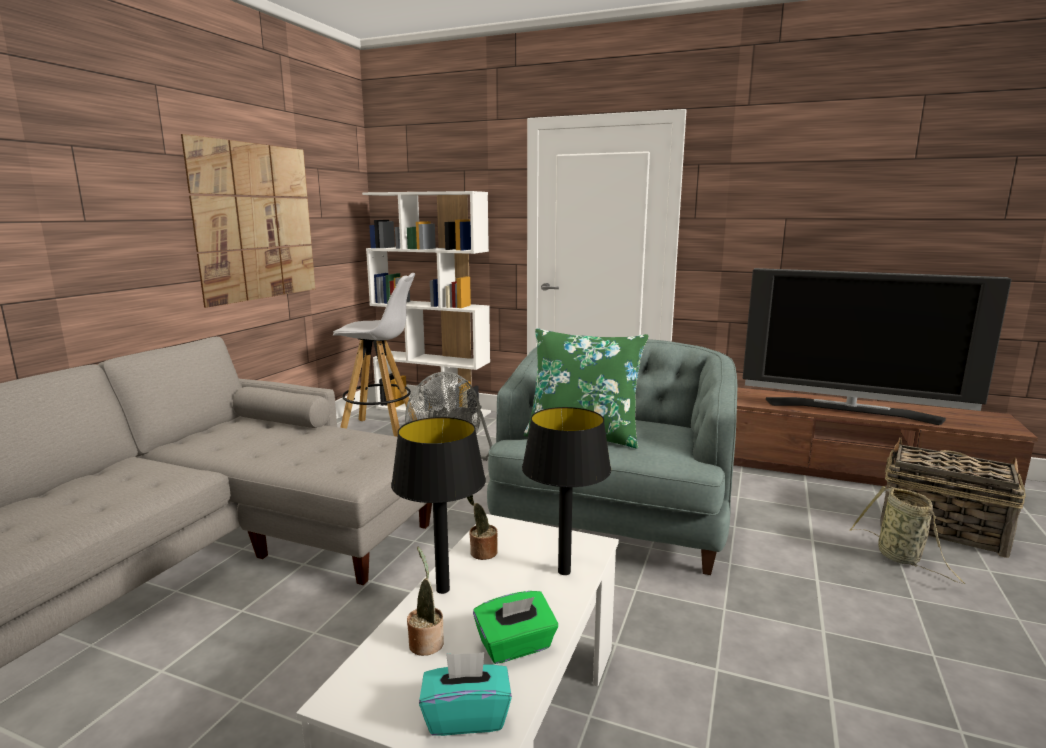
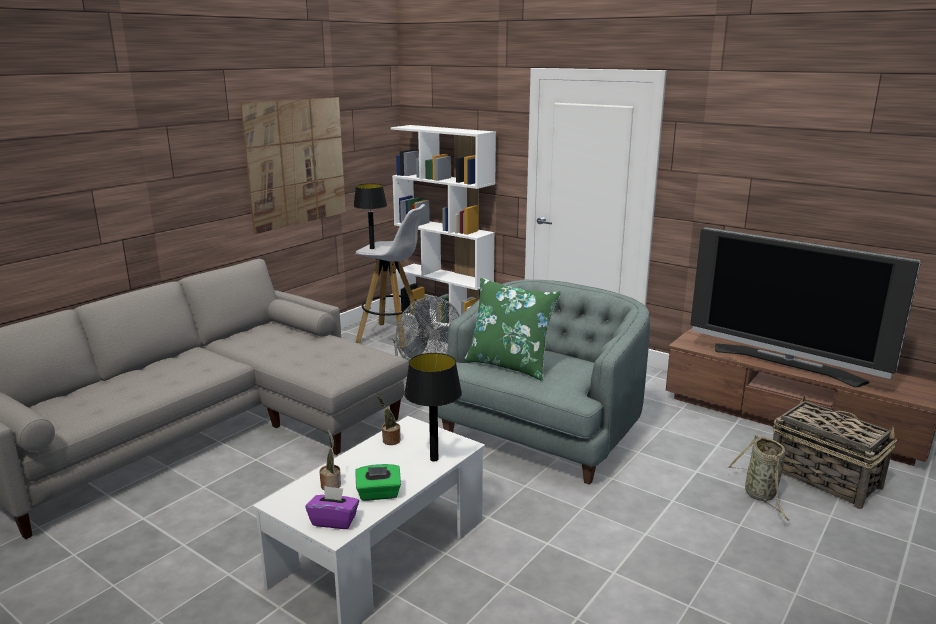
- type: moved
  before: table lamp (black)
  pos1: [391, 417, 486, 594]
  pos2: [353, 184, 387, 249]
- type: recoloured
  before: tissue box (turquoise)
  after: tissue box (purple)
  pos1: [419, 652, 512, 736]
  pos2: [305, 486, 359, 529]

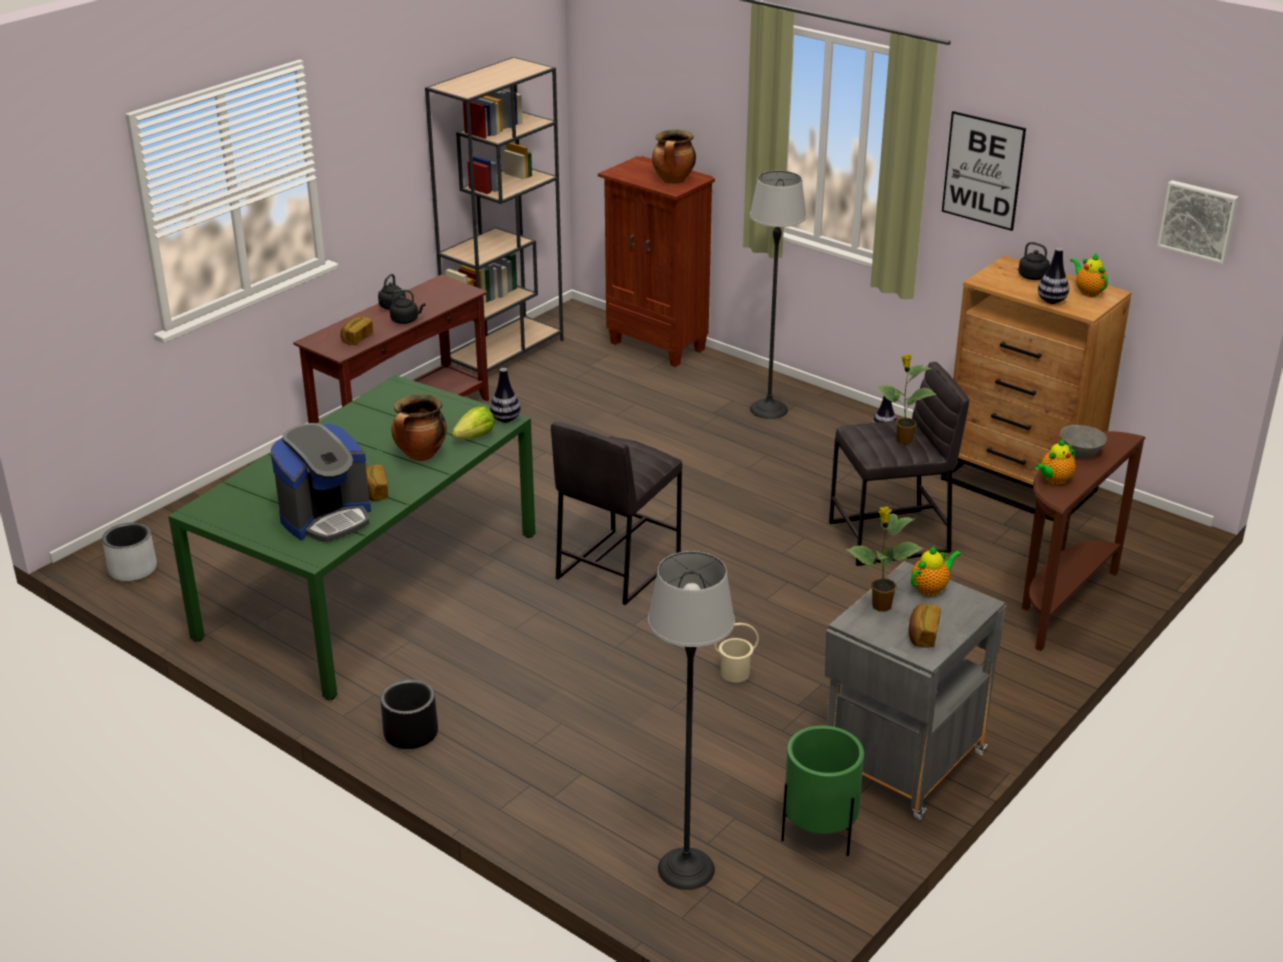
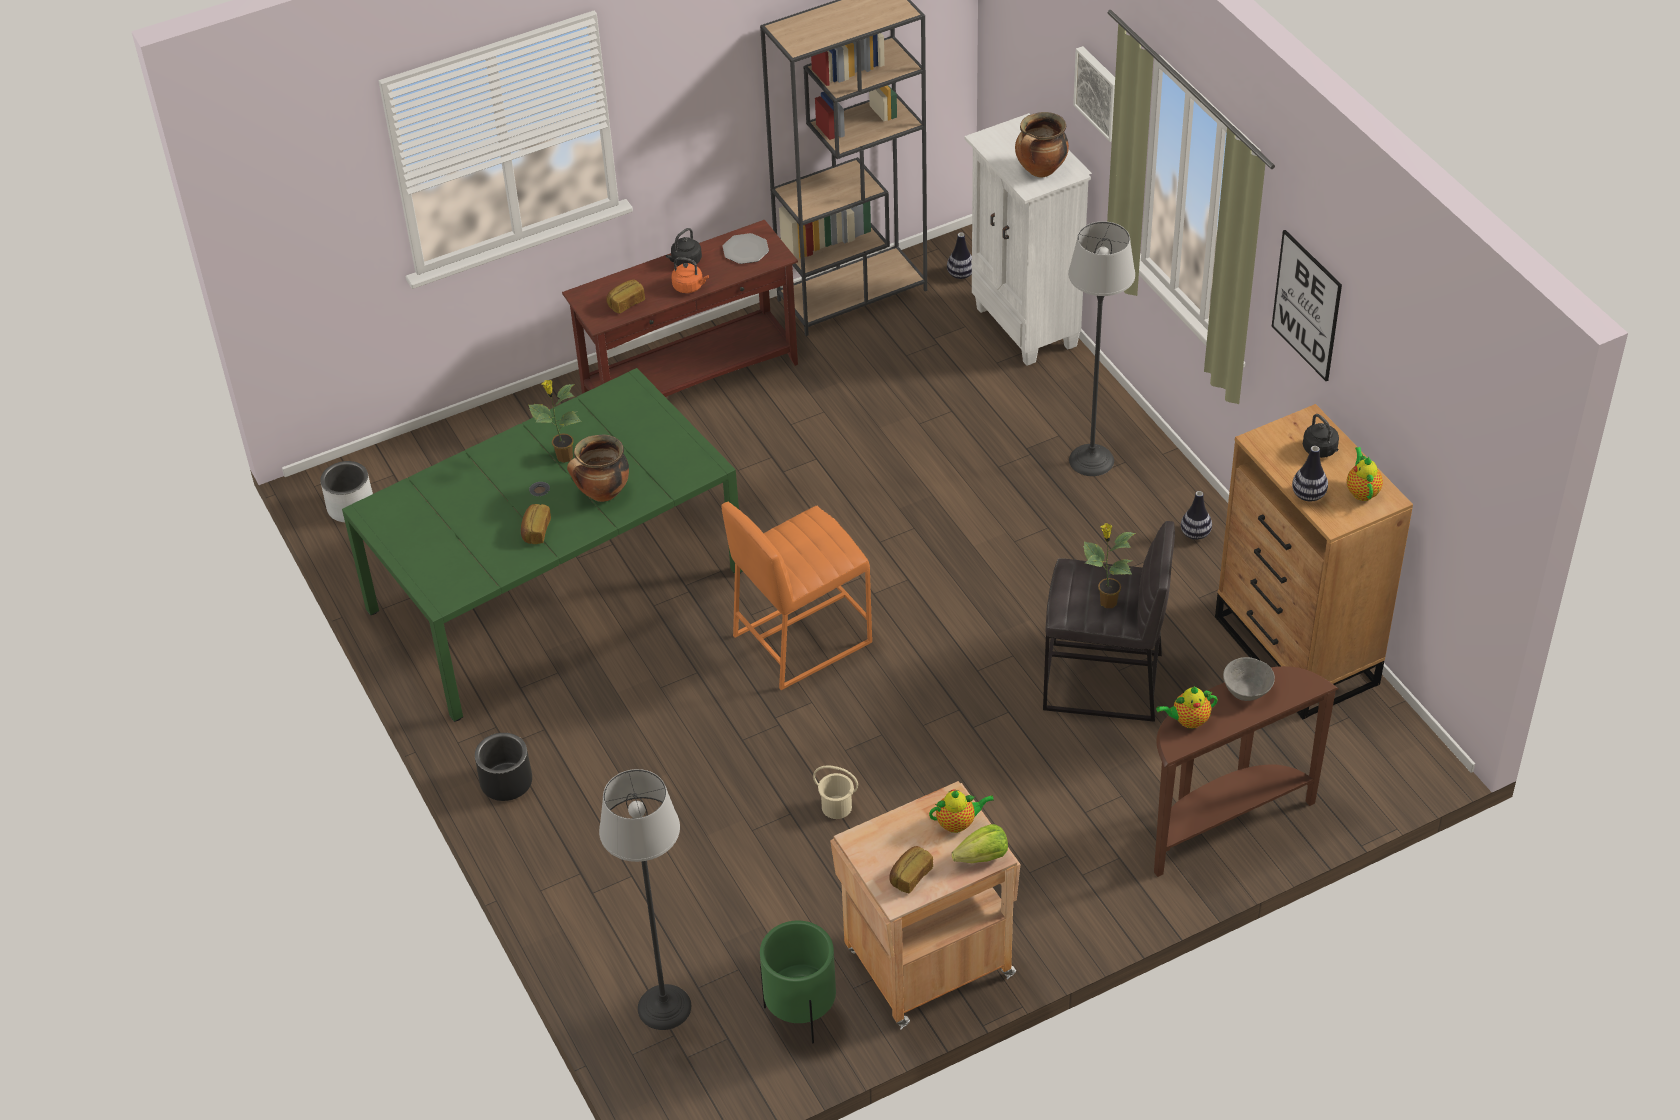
- type: recoloured
  before: cabinet (brown)
  after: cabinet (white)
  pos1: [598, 156, 715, 367]
  pos2: [965, 113, 1092, 366]
- type: moved
  before: picture
  pos1: [1157, 180, 1239, 264]
  pos2: [1073, 46, 1115, 142]
- type: recoloured
  before: kettle (black)
  after: kettle (orange)
  pos1: [390, 290, 425, 324]
  pos2: [671, 257, 709, 293]
- type: moved
  before: vase
  pos1: [490, 368, 521, 423]
  pos2: [947, 233, 972, 279]
- type: moved
  before: lettuce
  pos1: [452, 406, 495, 439]
  pos2: [952, 824, 1008, 863]
- type: recoloured
  before: stool (grey)
  after: stool (orange)
  pos1: [551, 421, 682, 605]
  pos2: [721, 502, 872, 690]
- type: removed
  before: coffee machine
  pos1: [271, 423, 371, 542]
- type: moved
  before: potted plant
  pos1: [846, 506, 923, 612]
  pos2: [528, 380, 582, 463]
- type: recoloured
  before: cart (grey)
  after: cart (brown)
  pos1: [825, 561, 1006, 820]
  pos2: [830, 781, 1020, 1029]
- type: added
  after: plate
  pos2: [723, 233, 769, 264]

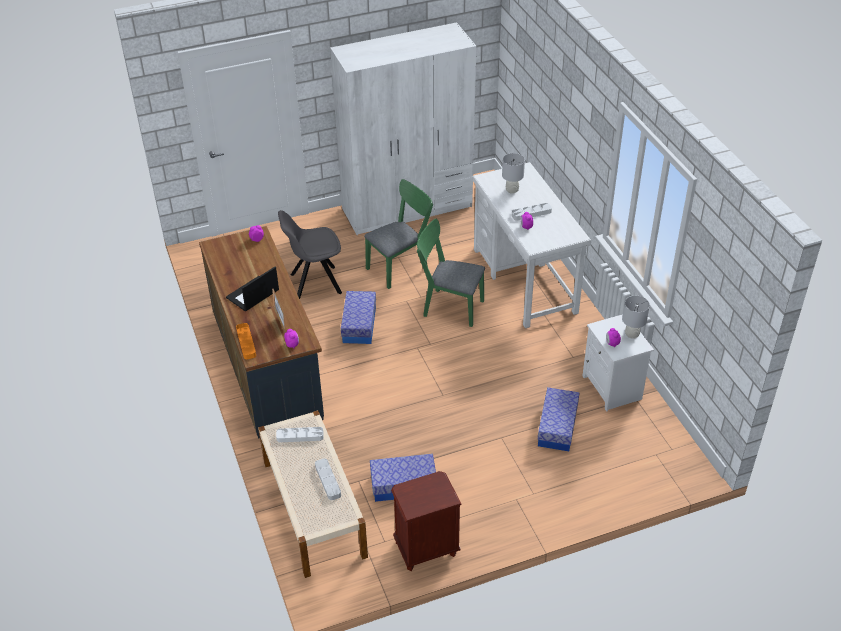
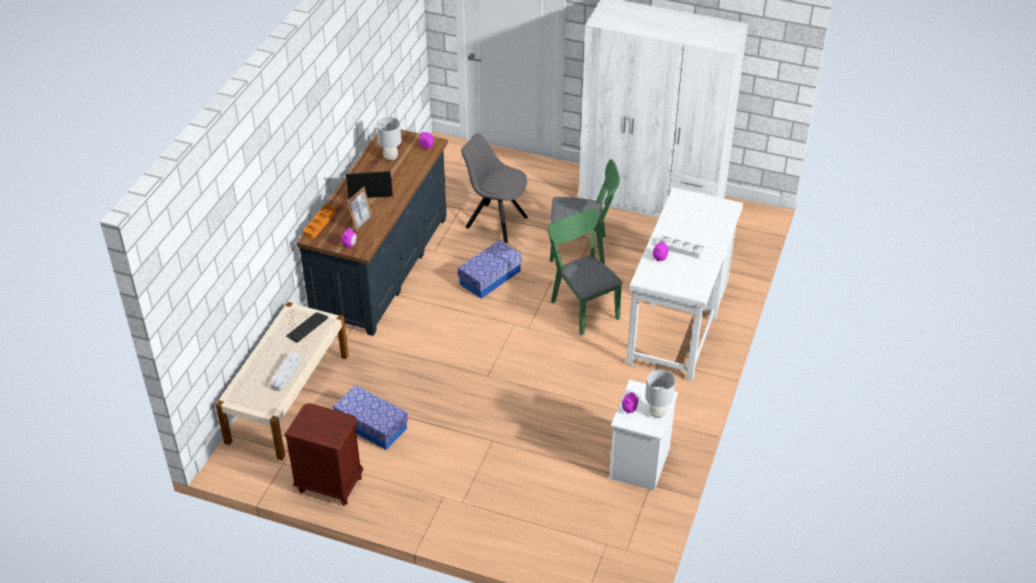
- type: moved
  before: table lamp (grey)
  pos1: [502, 153, 525, 194]
  pos2: [376, 117, 401, 161]
- type: removed
  before: storage box
  pos1: [537, 387, 579, 451]
- type: replaced
  before: tray (white)
  after: keyboard
  pos1: [276, 427, 324, 442]
  pos2: [286, 312, 328, 343]

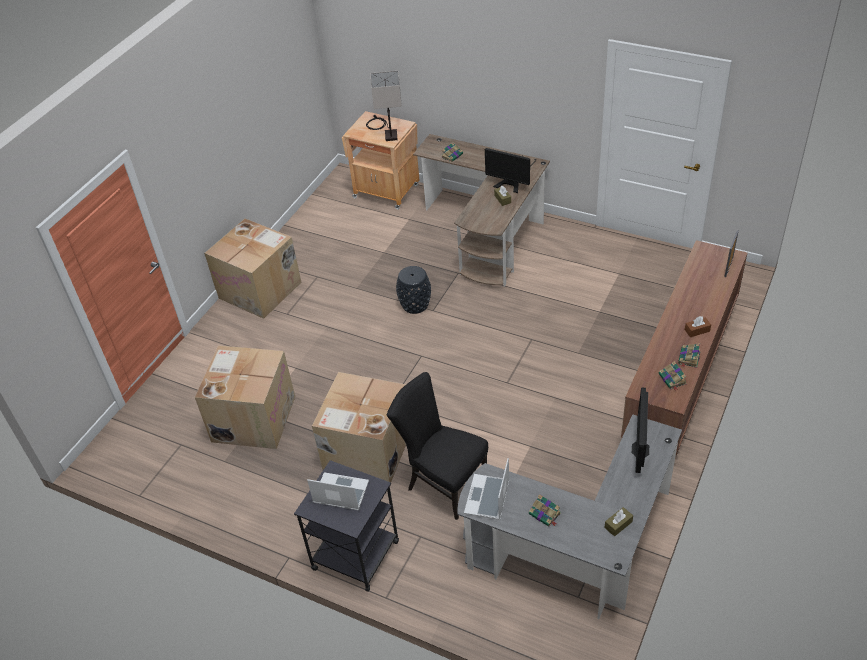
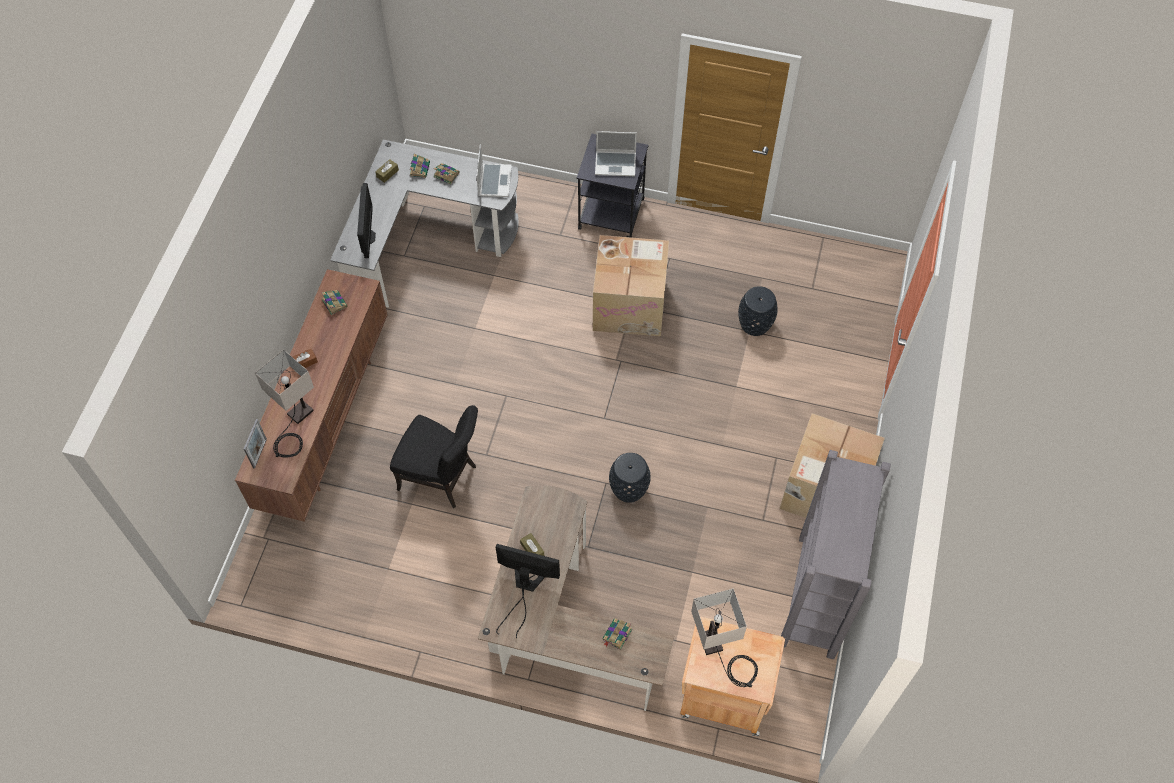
- type: moved
  before: book
  pos1: [678, 343, 700, 368]
  pos2: [410, 154, 430, 178]
- type: replaced
  before: cardboard box
  after: stool (black)
  pos1: [195, 345, 295, 449]
  pos2: [738, 286, 778, 336]
- type: moved
  before: chair (black)
  pos1: [387, 372, 488, 520]
  pos2: [390, 405, 478, 508]
- type: added
  after: table lamp
  pos2: [255, 349, 314, 458]
- type: added
  after: bookcase (grey)
  pos2: [781, 450, 891, 659]

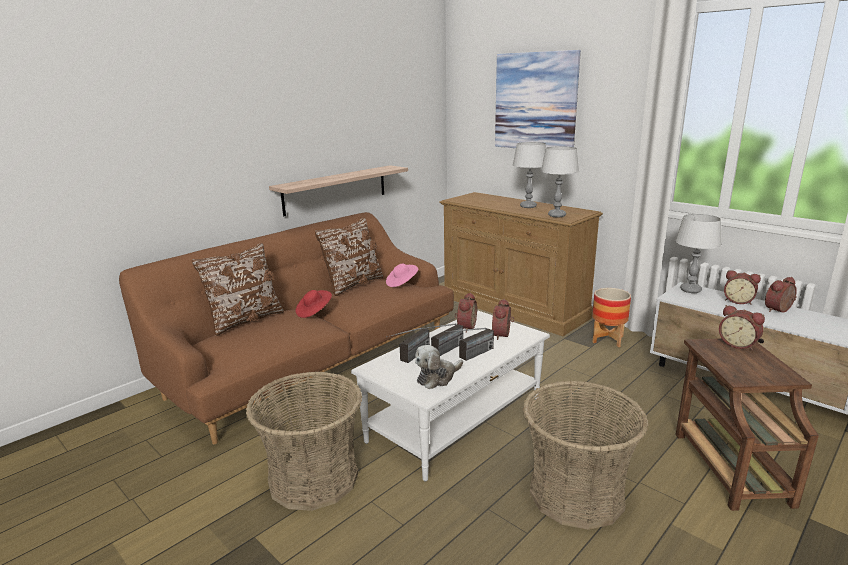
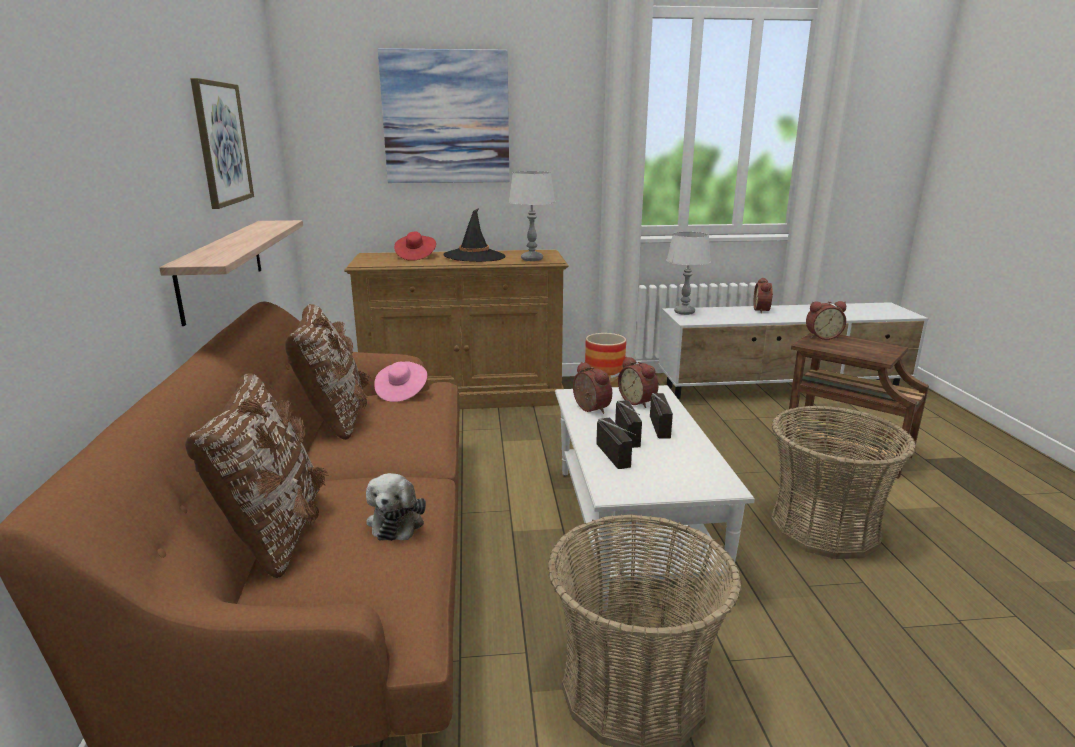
- type: replaced
  before: table lamp (grey)
  after: hat (black)
  pos1: [513, 142, 546, 208]
  pos2: [443, 208, 505, 262]
- type: removed
  before: alarm clock
  pos1: [724, 270, 761, 305]
- type: moved
  before: hat (red)
  pos1: [296, 290, 332, 318]
  pos2: [394, 232, 436, 261]
- type: moved
  before: plush toy
  pos1: [415, 345, 463, 389]
  pos2: [366, 473, 426, 541]
- type: added
  after: picture
  pos2: [190, 78, 254, 209]

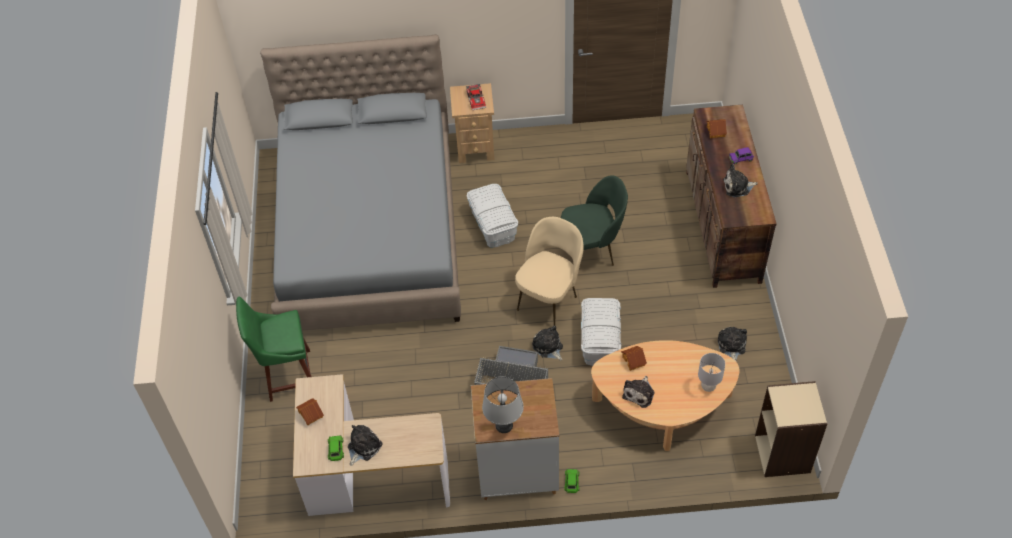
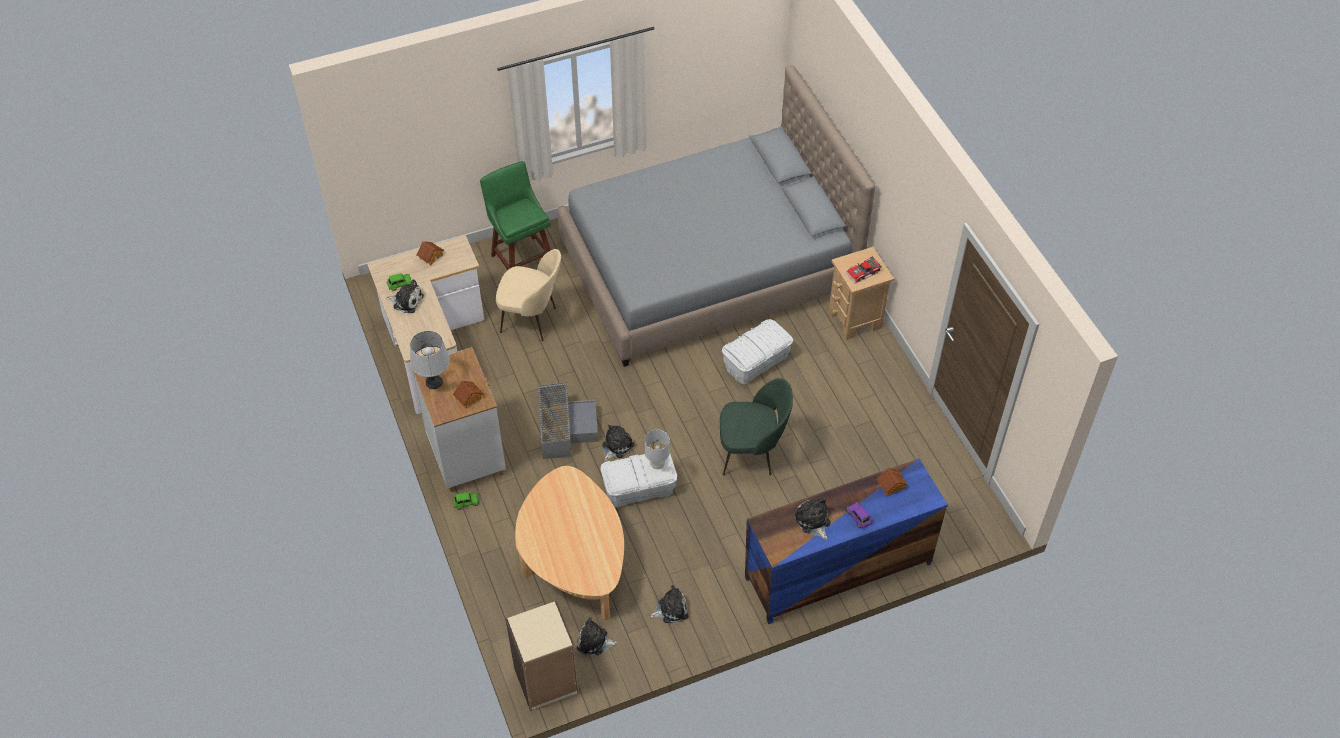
- type: recoloured
  before: cabinet (brown)
  after: cabinet (blue)
  pos1: [686, 105, 777, 288]
  pos2: [745, 458, 948, 624]
- type: turned
  before: chair (green)
  pos1: [561, 175, 628, 266]
  pos2: [720, 378, 793, 475]
  turn: -60
- type: moved
  before: chair (beige)
  pos1: [515, 217, 584, 326]
  pos2: [496, 249, 561, 341]
- type: moved
  before: toy house
  pos1: [621, 346, 647, 371]
  pos2: [453, 381, 484, 408]
- type: moved
  before: table lamp (grey)
  pos1: [698, 353, 725, 392]
  pos2: [645, 430, 670, 469]
- type: moved
  before: plush toy
  pos1: [622, 376, 655, 408]
  pos2: [577, 617, 618, 655]

